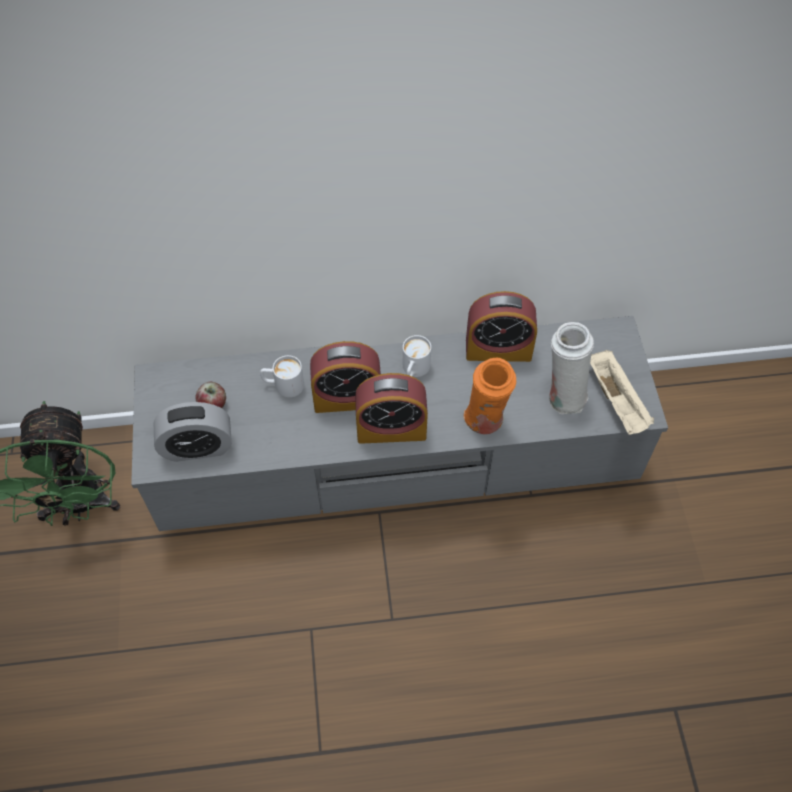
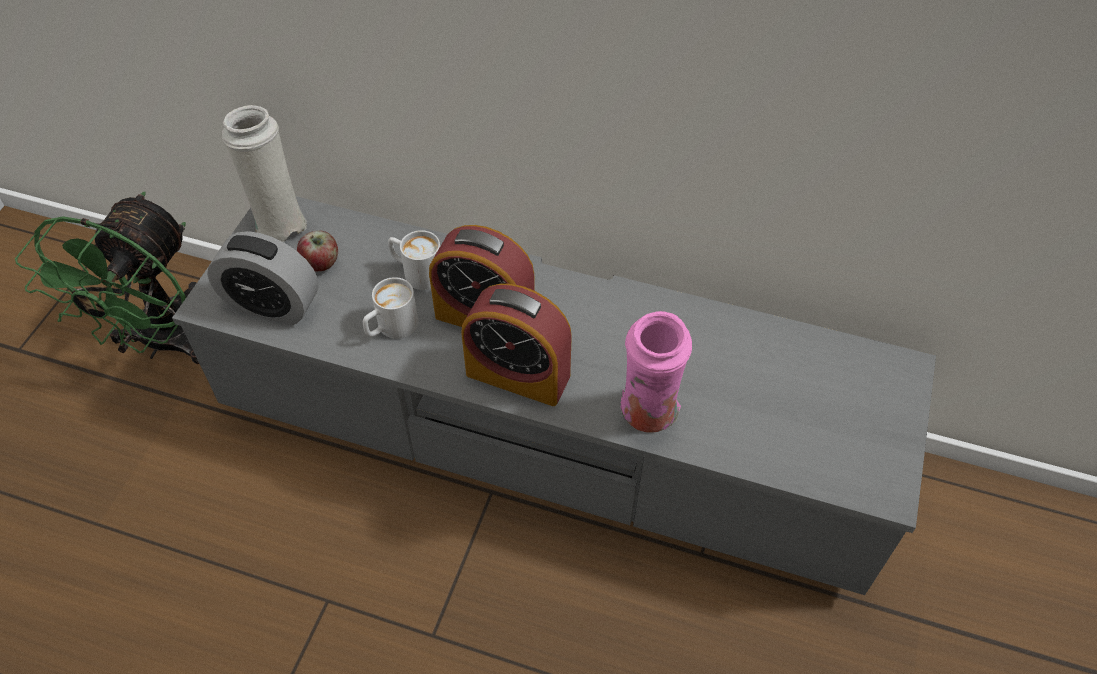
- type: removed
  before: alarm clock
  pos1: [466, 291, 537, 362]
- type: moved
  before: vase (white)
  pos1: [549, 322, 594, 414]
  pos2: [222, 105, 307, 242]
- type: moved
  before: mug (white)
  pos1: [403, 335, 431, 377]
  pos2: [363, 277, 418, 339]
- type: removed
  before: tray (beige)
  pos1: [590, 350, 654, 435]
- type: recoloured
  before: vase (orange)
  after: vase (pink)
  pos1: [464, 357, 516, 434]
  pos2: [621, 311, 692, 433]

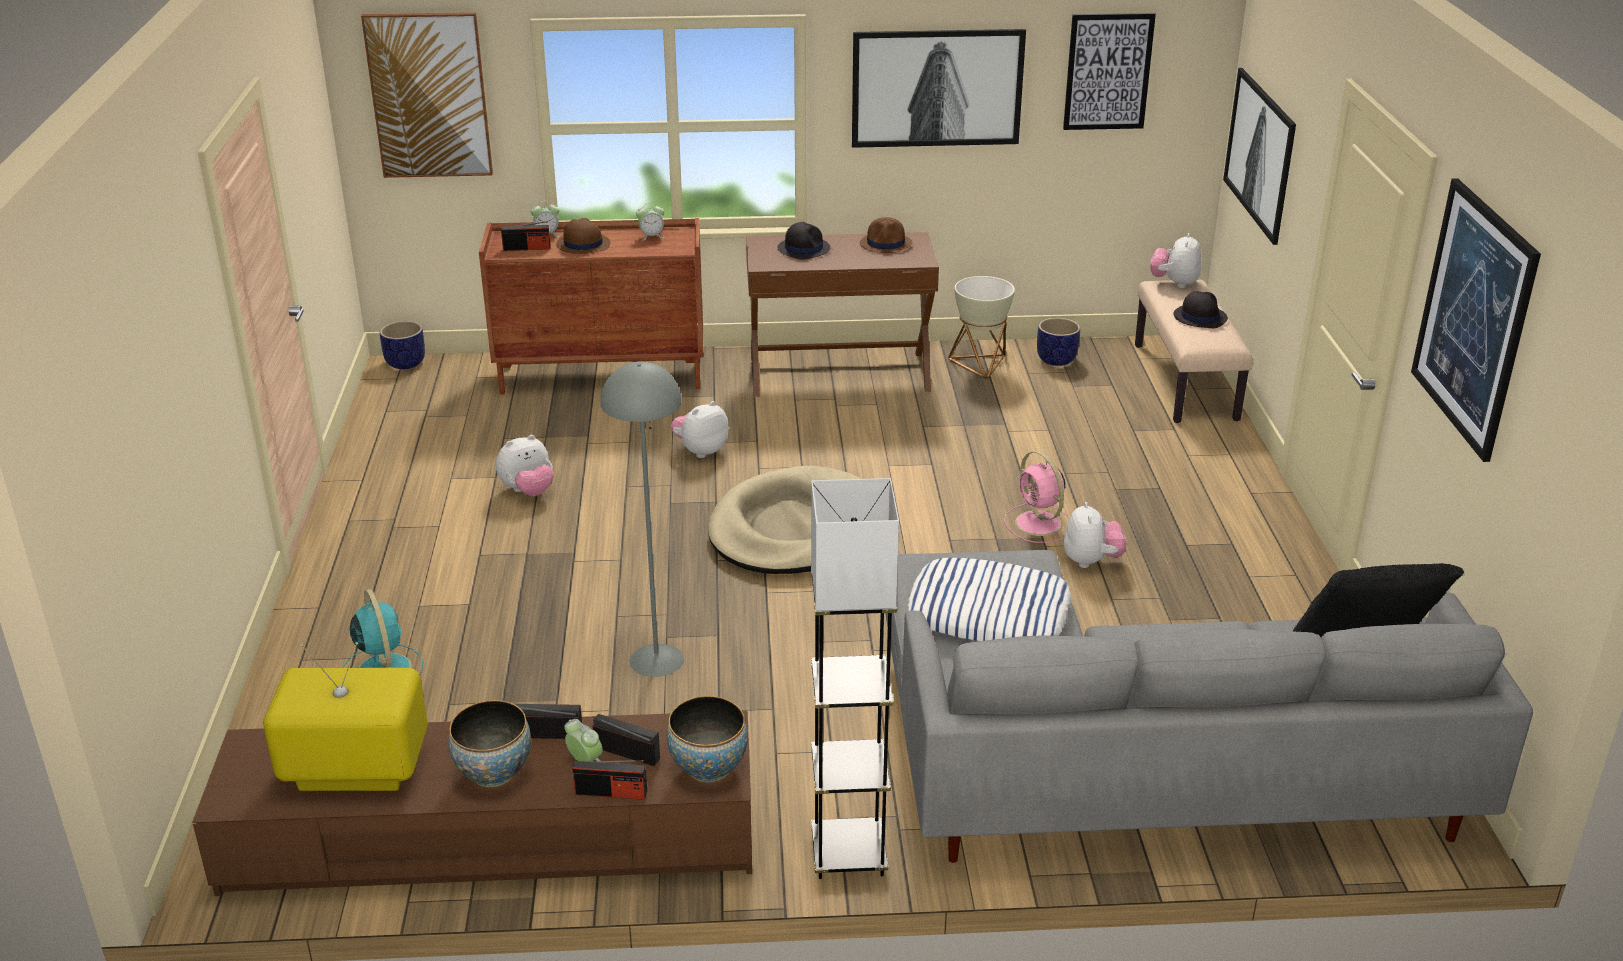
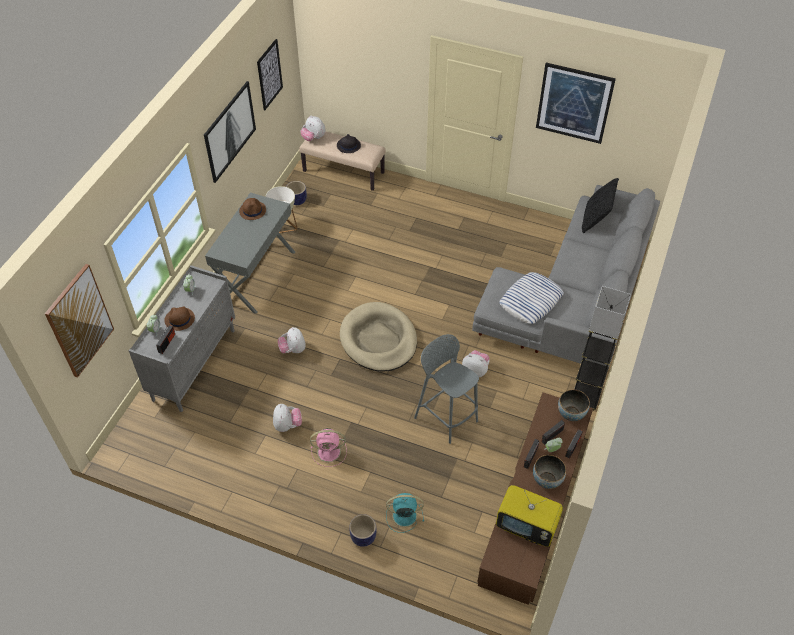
- type: removed
  before: picture
  pos1: [1223, 68, 1296, 245]
- type: recoloured
  before: cabinet (brown)
  after: cabinet (grey)
  pos1: [479, 218, 703, 395]
  pos2: [129, 266, 235, 412]
- type: removed
  before: hat (black)
  pos1: [777, 222, 830, 260]
- type: recoloured
  before: console table (brown)
  after: console table (grey)
  pos1: [746, 232, 939, 397]
  pos2: [205, 192, 295, 314]
- type: moved
  before: planter
  pos1: [380, 321, 425, 369]
  pos2: [349, 514, 376, 547]
- type: replaced
  before: floor lamp (grey)
  after: stool (grey)
  pos1: [600, 362, 684, 677]
  pos2: [414, 334, 479, 444]
- type: moved
  before: fan (pink)
  pos1: [1004, 451, 1070, 543]
  pos2: [310, 428, 347, 467]
- type: moved
  before: plush toy
  pos1: [1064, 502, 1126, 568]
  pos2: [462, 350, 489, 377]
- type: turned
  before: television
  pos1: [263, 642, 428, 791]
  pos2: [496, 485, 563, 547]
  turn: -90

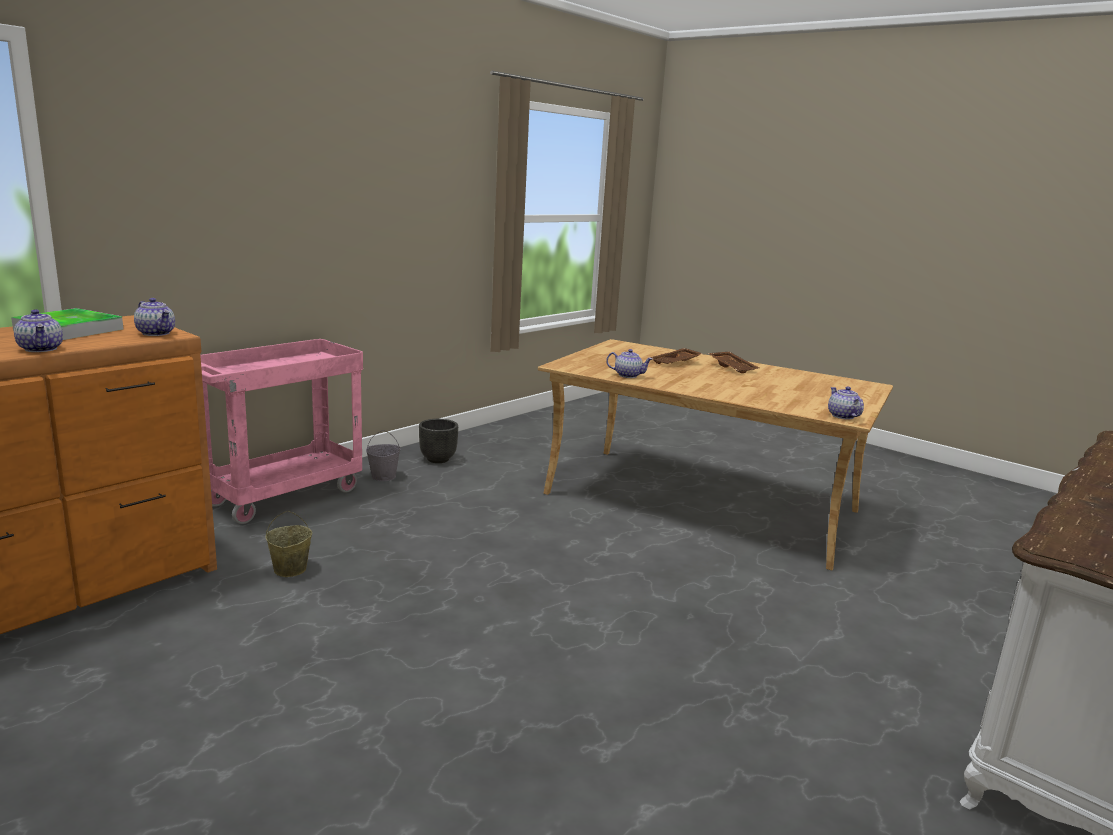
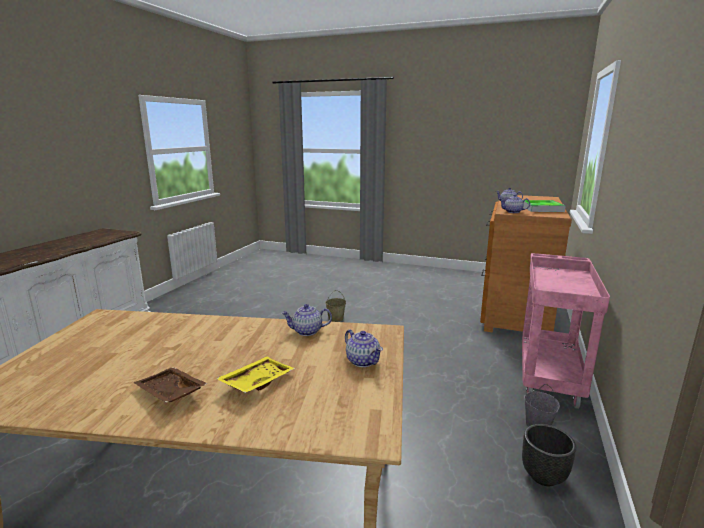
- type: recoloured
  before: tray (brown)
  after: tray (yellow)
  pos1: [650, 348, 703, 364]
  pos2: [216, 357, 295, 393]
- type: moved
  before: teapot
  pos1: [828, 386, 864, 419]
  pos2: [345, 329, 383, 367]
- type: moved
  before: bucket (beige)
  pos1: [266, 511, 312, 577]
  pos2: [325, 290, 346, 322]

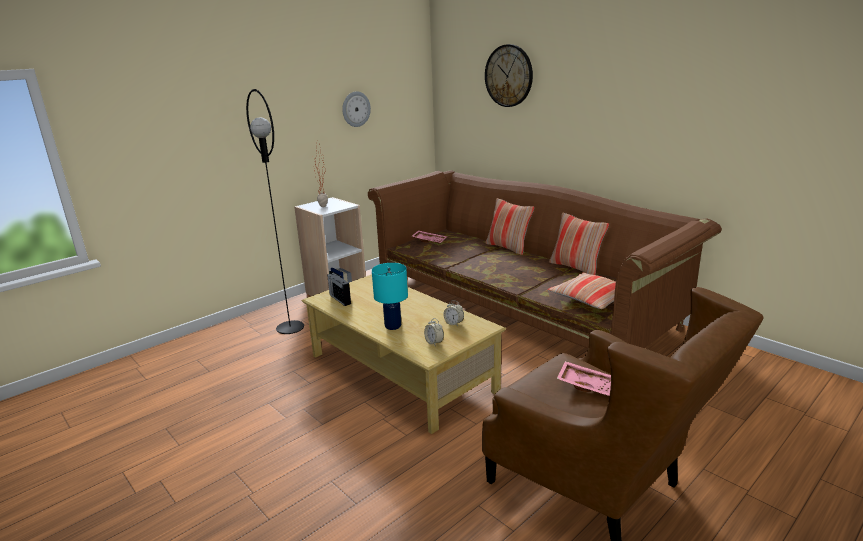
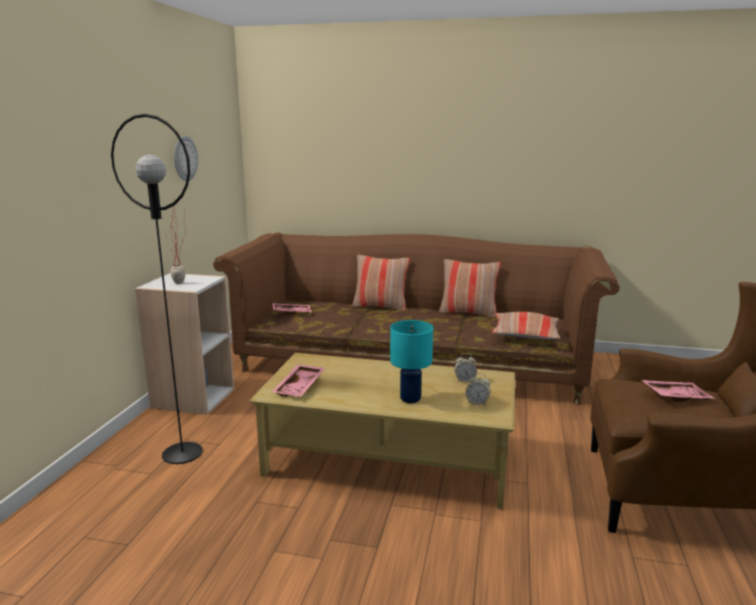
- type: removed
  before: wall clock
  pos1: [485, 44, 533, 107]
- type: replaced
  before: radio
  after: tray (pink)
  pos1: [327, 273, 351, 306]
  pos2: [272, 364, 325, 397]

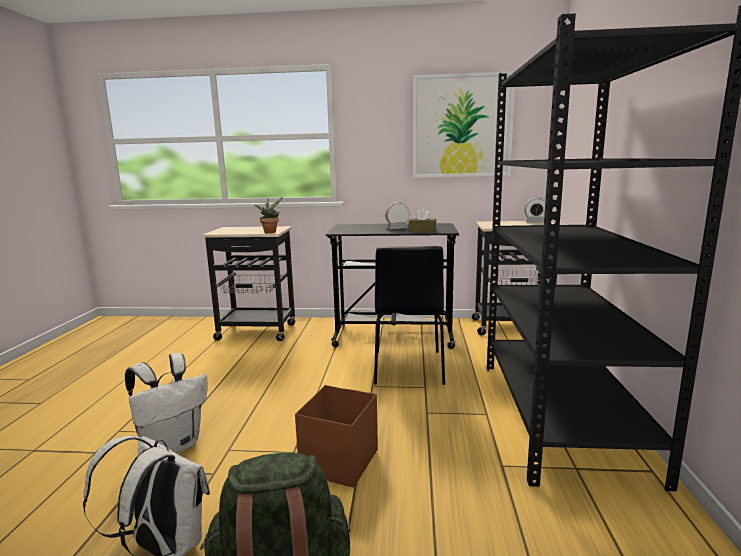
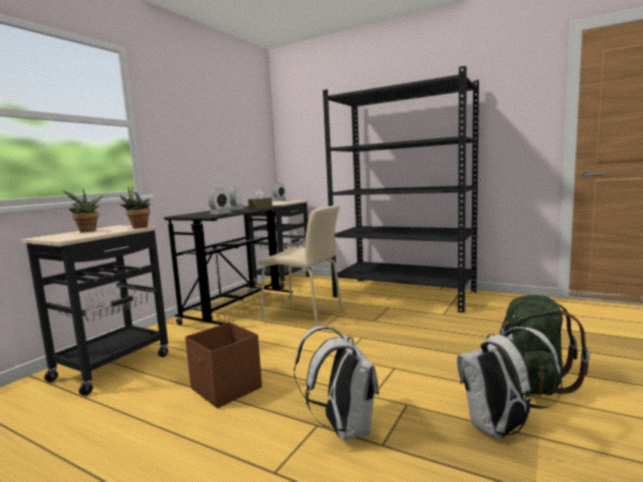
- type: removed
  before: picture
  pos1: [413, 71, 515, 178]
- type: recoloured
  before: chair (black)
  after: chair (beige)
  pos1: [374, 246, 445, 385]
  pos2: [258, 205, 343, 327]
- type: moved
  before: storage box (brown)
  pos1: [295, 385, 378, 488]
  pos2: [185, 322, 262, 408]
- type: added
  after: alarm clock
  pos2: [208, 188, 231, 215]
- type: added
  after: potted plant
  pos2: [62, 189, 103, 232]

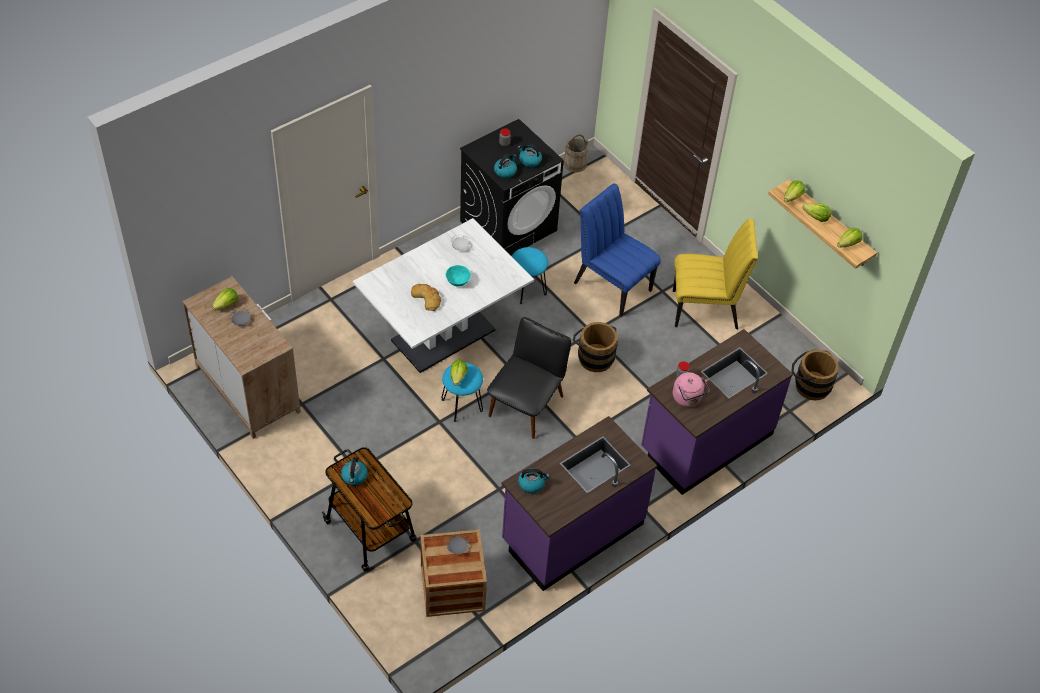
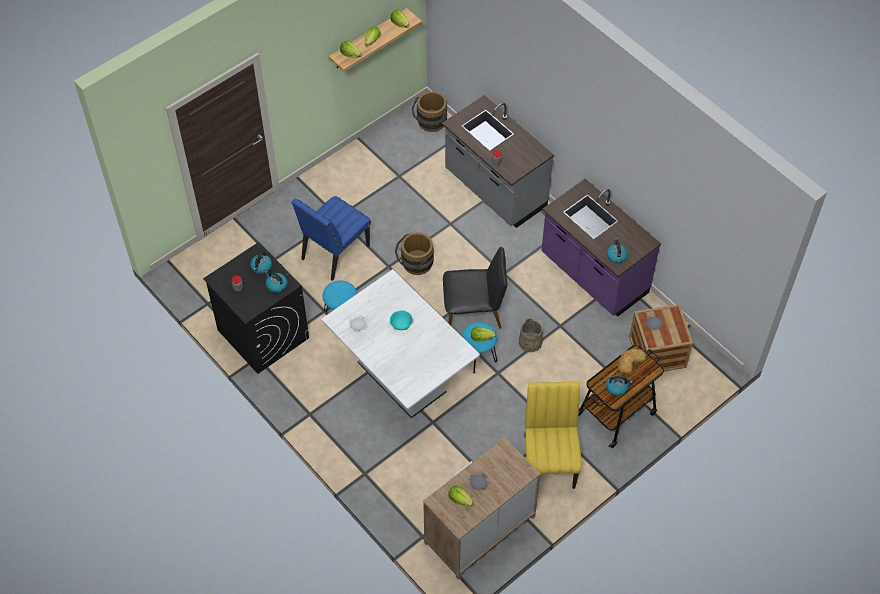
- type: moved
  before: bucket (beige)
  pos1: [563, 135, 589, 172]
  pos2: [519, 318, 543, 352]
- type: moved
  before: chair (yellow)
  pos1: [673, 218, 758, 329]
  pos2: [524, 381, 581, 489]
- type: moved
  before: bread
  pos1: [411, 284, 441, 311]
  pos2: [618, 349, 646, 374]
- type: turned
  before: chair (black)
  pos1: [487, 317, 571, 439]
  pos2: [443, 247, 508, 329]
  turn: 150
- type: recoloured
  before: counter (purple)
  after: counter (grey)
  pos1: [641, 329, 793, 495]
  pos2: [442, 95, 554, 228]
- type: removed
  before: kettle (pink)
  pos1: [673, 372, 710, 407]

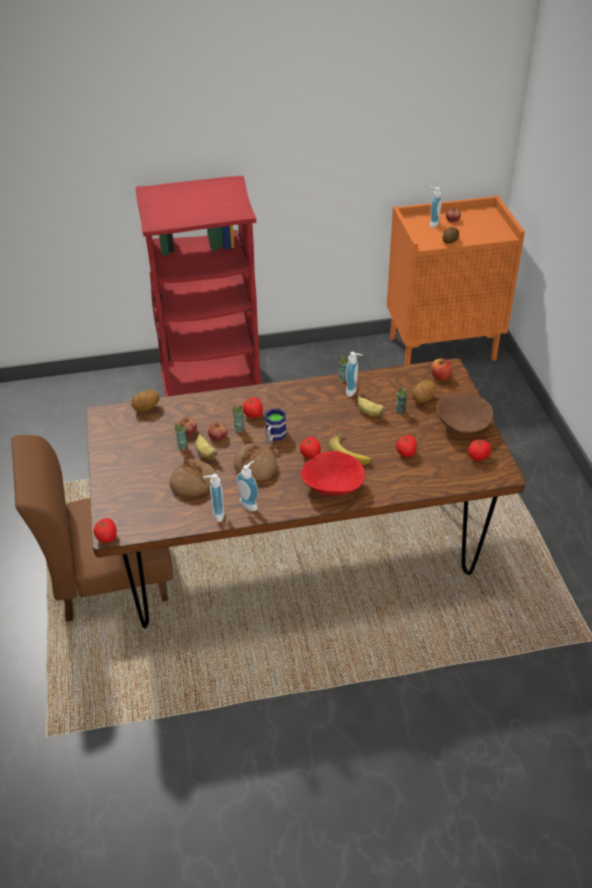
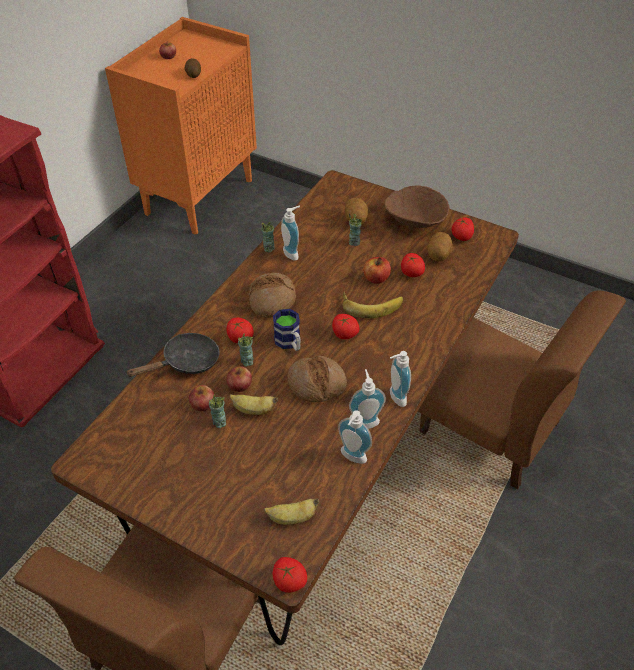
- type: moved
  before: soap dispenser
  pos1: [430, 187, 442, 228]
  pos2: [390, 351, 411, 407]
- type: moved
  before: apple
  pos1: [431, 359, 453, 380]
  pos2: [364, 257, 391, 284]
- type: moved
  before: potato
  pos1: [131, 390, 160, 411]
  pos2: [428, 232, 453, 262]
- type: moved
  before: banana
  pos1: [358, 396, 387, 417]
  pos2: [264, 498, 319, 525]
- type: removed
  before: bowl (red)
  pos1: [301, 451, 365, 495]
- type: moved
  before: bread
  pos1: [169, 459, 218, 496]
  pos2: [249, 273, 296, 318]
- type: added
  after: chair (brown)
  pos2: [418, 290, 626, 489]
- type: added
  after: frying pan (black)
  pos2: [126, 333, 219, 377]

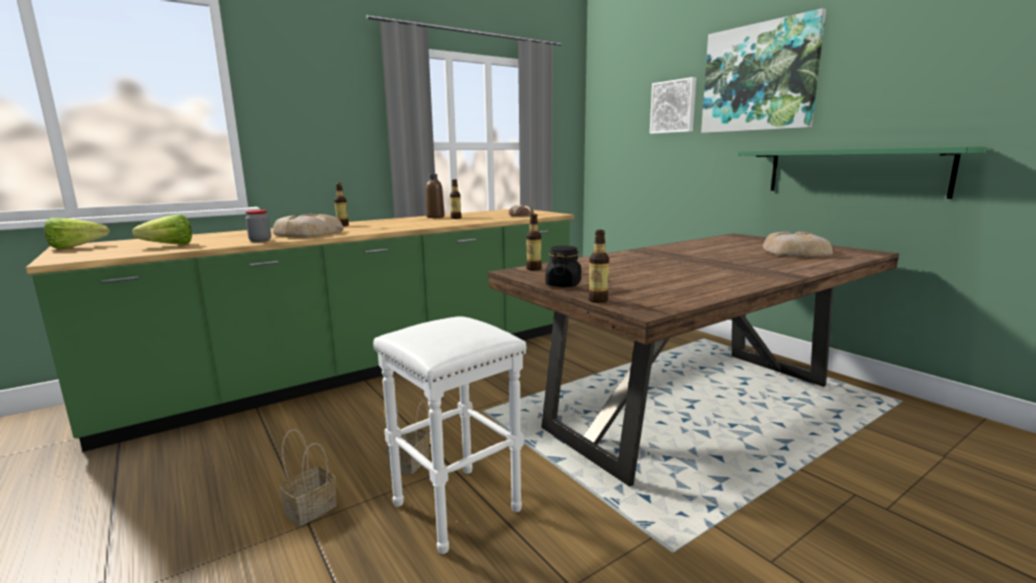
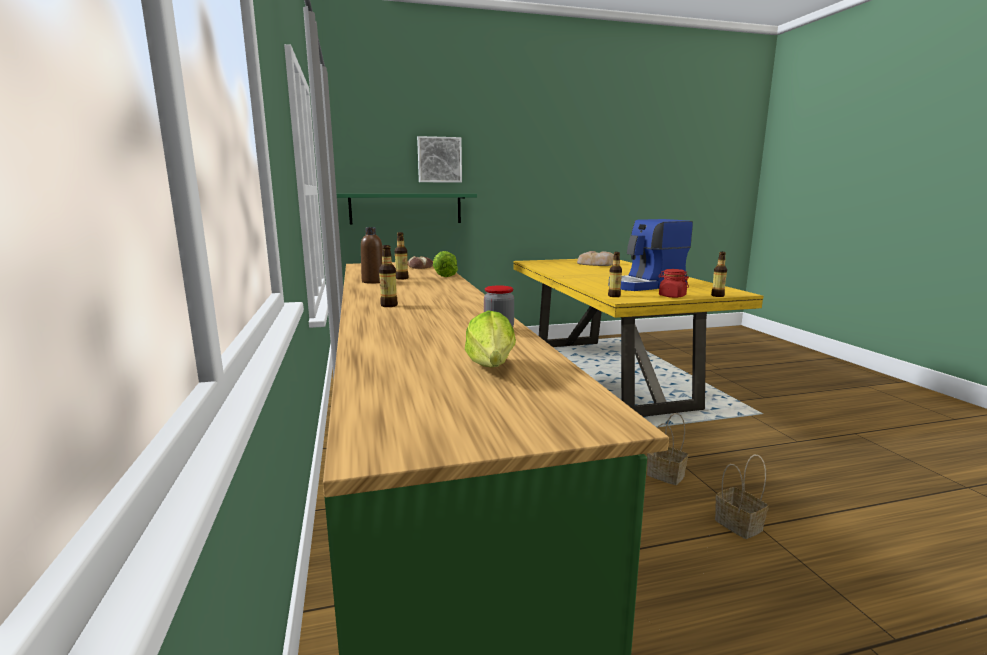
- type: removed
  before: picture
  pos1: [701, 8, 826, 133]
- type: moved
  before: shelf (green)
  pos1: [738, 146, 987, 199]
  pos2: [337, 194, 477, 225]
- type: removed
  before: bread
  pos1: [273, 214, 344, 238]
- type: moved
  before: lettuce
  pos1: [44, 218, 110, 249]
  pos2: [433, 251, 458, 277]
- type: recoloured
  before: dining table (brown)
  after: dining table (yellow)
  pos1: [488, 233, 899, 487]
  pos2: [514, 259, 763, 417]
- type: recoloured
  before: jar (black)
  after: jar (red)
  pos1: [545, 246, 581, 287]
  pos2: [658, 269, 689, 298]
- type: removed
  before: stool (white)
  pos1: [373, 317, 526, 554]
- type: added
  after: coffee machine
  pos2: [621, 219, 693, 291]

